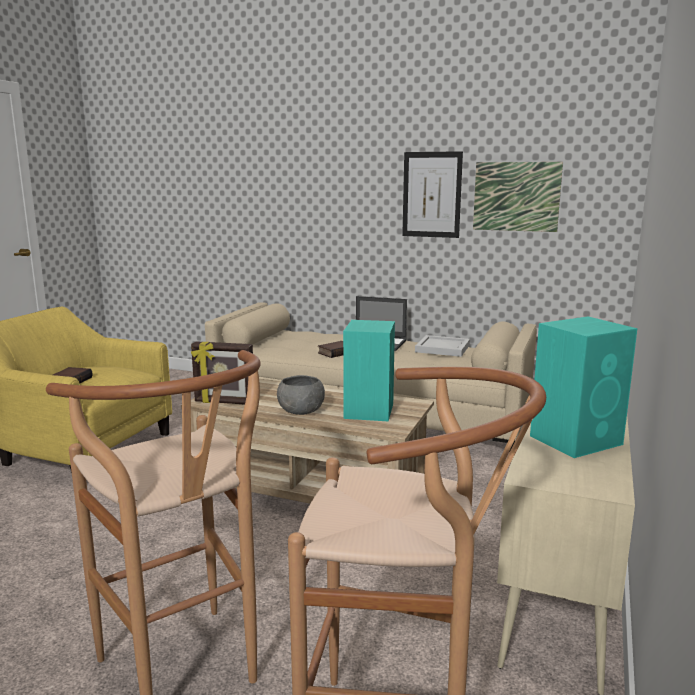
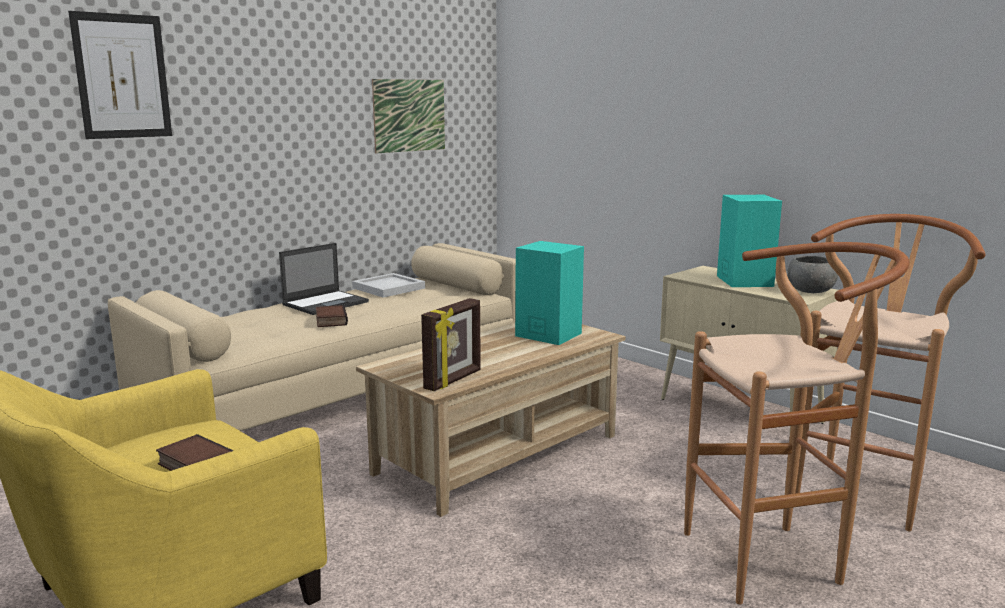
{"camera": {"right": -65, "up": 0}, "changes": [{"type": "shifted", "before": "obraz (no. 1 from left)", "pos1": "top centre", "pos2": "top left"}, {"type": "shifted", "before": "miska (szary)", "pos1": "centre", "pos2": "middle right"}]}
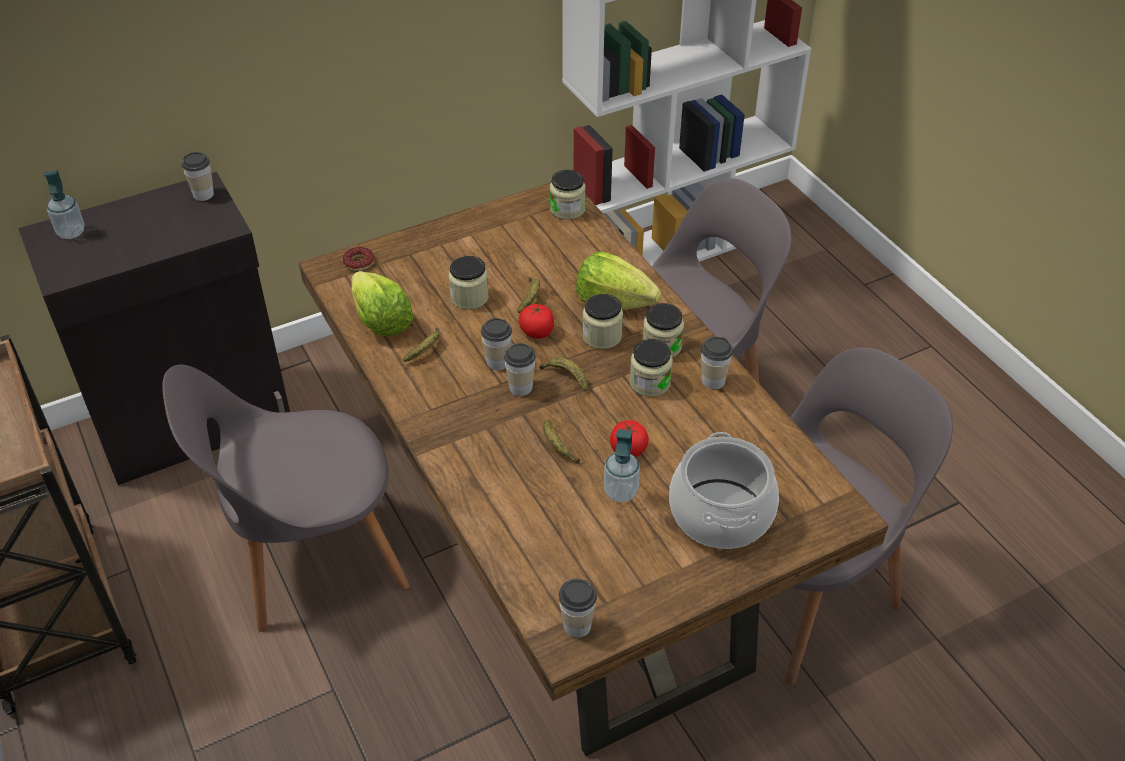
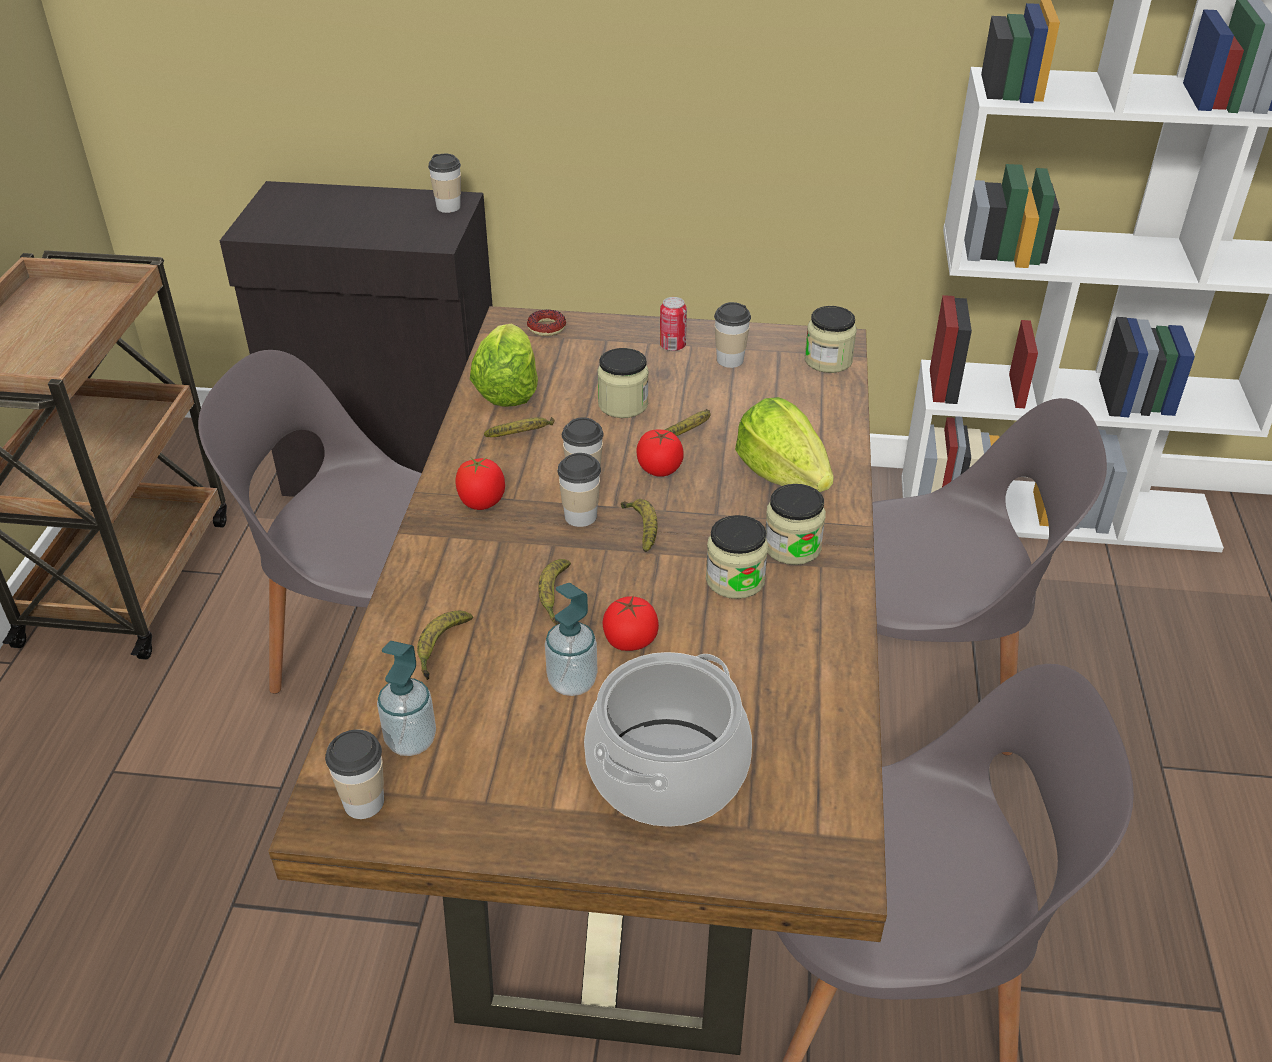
{"camera": {"right": 35, "up": -5}, "changes": [{"type": "shifted", "before": "dozownik mydła (no. 1 from left)", "pos1": "top left", "pos2": "middle left"}, {"type": "new", "after": "banan (no. 1 from left)", "pos2": "centre"}, {"type": "new", "after": "pomidor (no. 1 from left)", "pos2": "centre"}, {"type": "new", "after": "puszka", "pos2": "top centre"}, {"type": "shifted", "before": "filiżanka (no. 5 from left)", "pos1": "centre", "pos2": "top centre"}, {"type": "gone", "before": "słoik (no. 3 from left)", "pos1": "centre"}]}
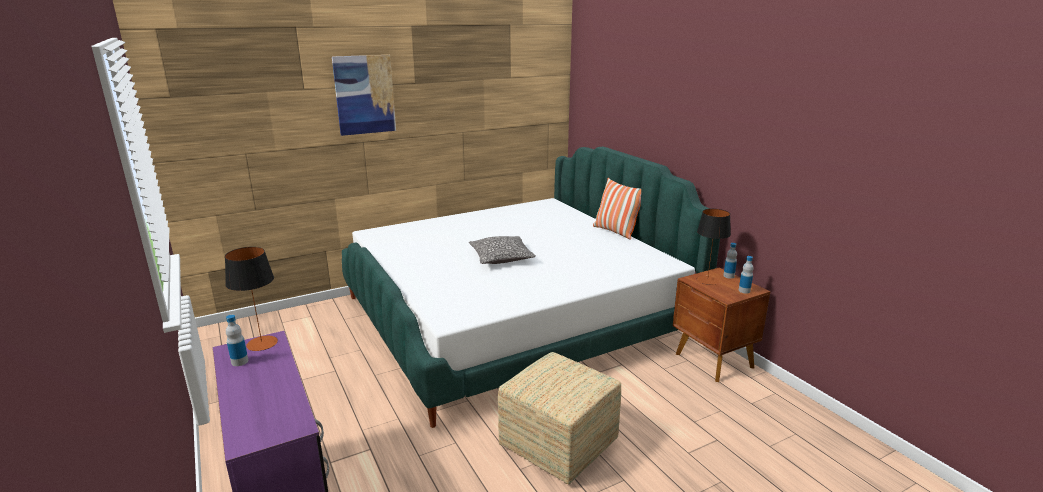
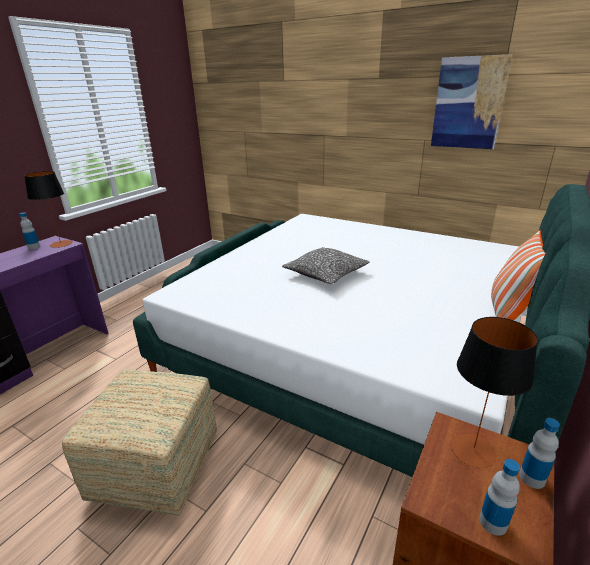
{"camera": {"right": 60, "up": 5}, "changes": [{"type": "shifted", "before": "obraz", "pos1": "top centre", "pos2": "top right"}]}
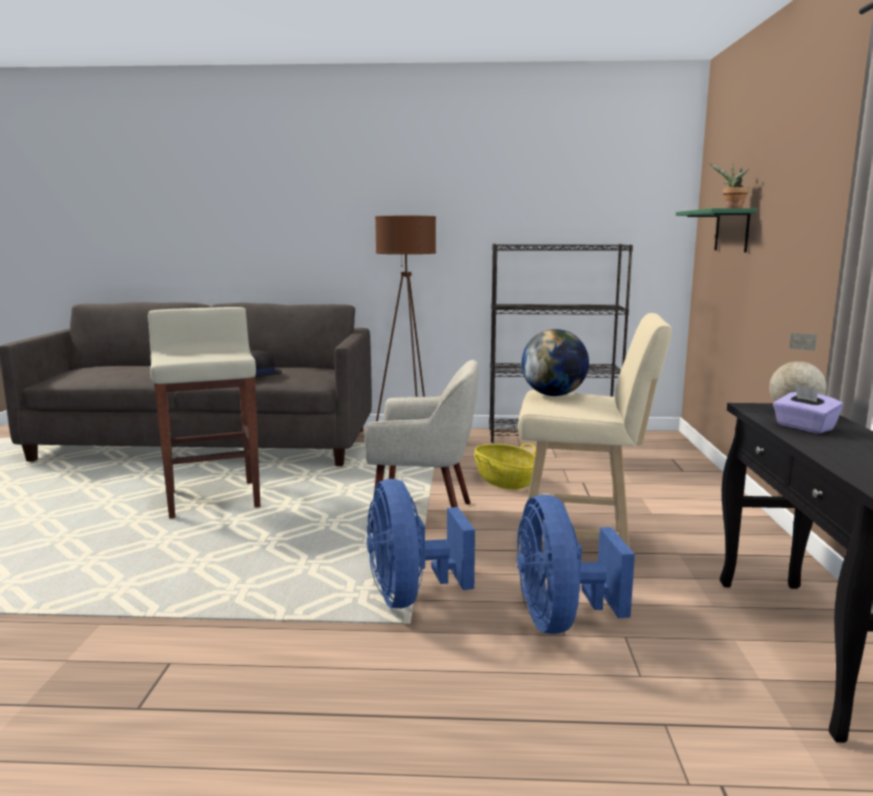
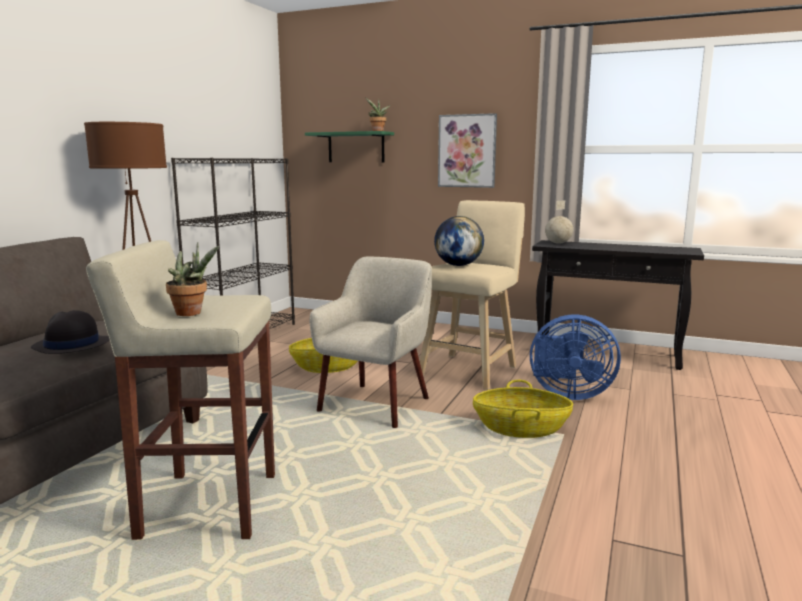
{"camera": {"right": -70, "up": 0}, "changes": [{"type": "new", "after": "roślina doniczkowa (no. 1 from left)", "pos2": "middle left"}, {"type": "new", "after": "obraz", "pos2": "top centre"}, {"type": "swapped", "before": "wentylator (niebieski) (no. 1 from left)", "after": "koszyk (no. 2 from left)", "pos1": "bottom centre", "pos2": "bottom centre"}, {"type": "gone", "before": "pudełko chusteczek (fioletowy)", "pos1": "middle right"}]}
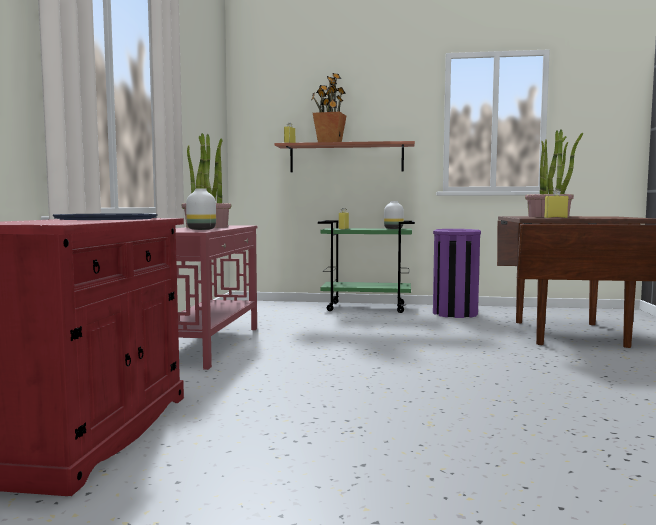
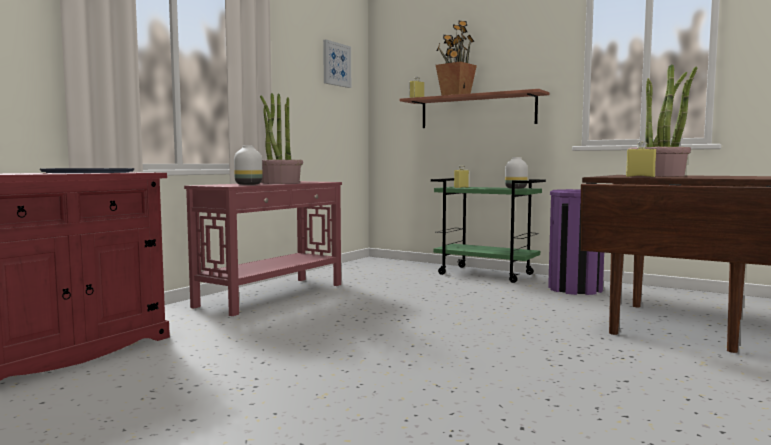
{"camera": {"right": 25, "up": 0}, "changes": [{"type": "new", "after": "obraz", "pos2": "top centre"}]}
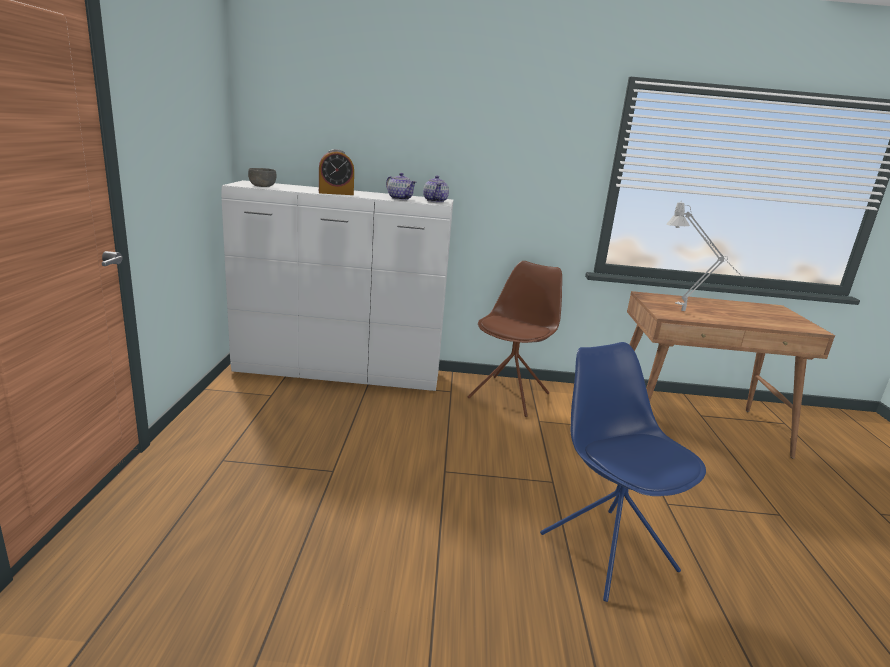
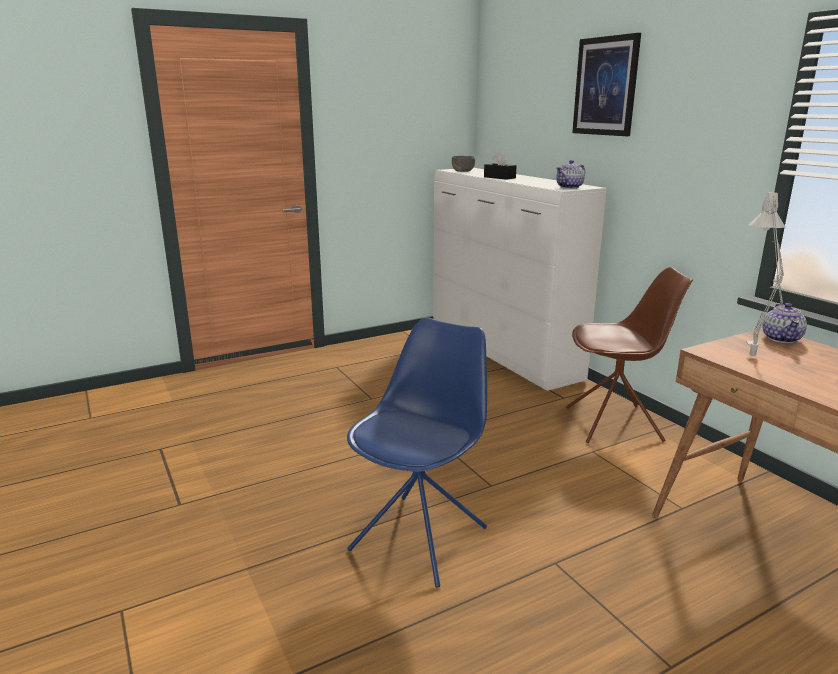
{"camera": {"right": 60, "up": 0}, "changes": [{"type": "swapped", "before": "budzik", "after": "pudełko chusteczek (czarny)", "pos1": "top centre", "pos2": "top centre"}, {"type": "new", "after": "obraz", "pos2": "top right"}, {"type": "shifted", "before": "imbryk (no. 1 from left in the first image)", "after": "imbryk (no. 2 from left)", "pos1": "top centre", "pos2": "middle right"}]}
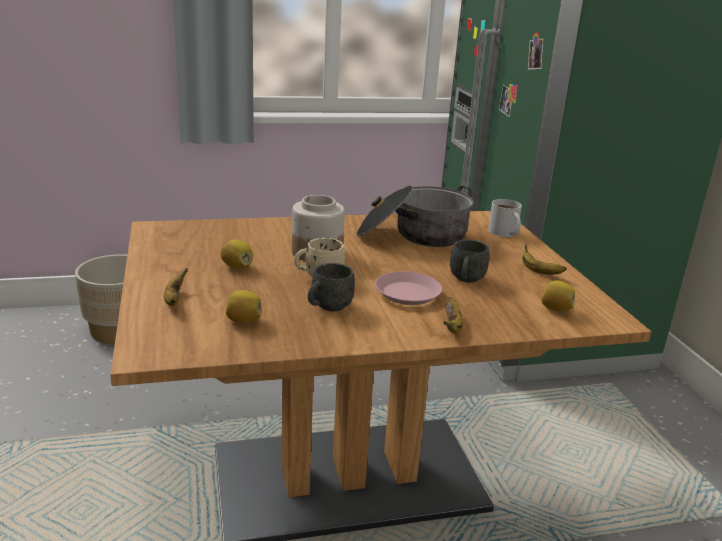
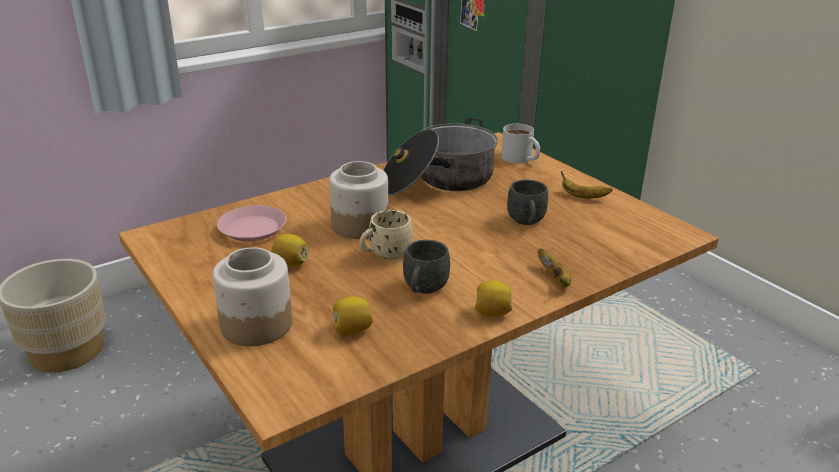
{"camera": {"right": -20, "up": 5}, "changes": [{"type": "swapped", "before": "banan (no. 1 from left)", "after": "słoik (no. 1 from left)", "pos1": "middle left", "pos2": "middle left"}, {"type": "shifted", "before": "talerz (różowy)", "pos1": "centre", "pos2": "middle left"}, {"type": "shifted", "before": "cytryna (no. 3 from left)", "pos1": "middle right", "pos2": "centre"}]}
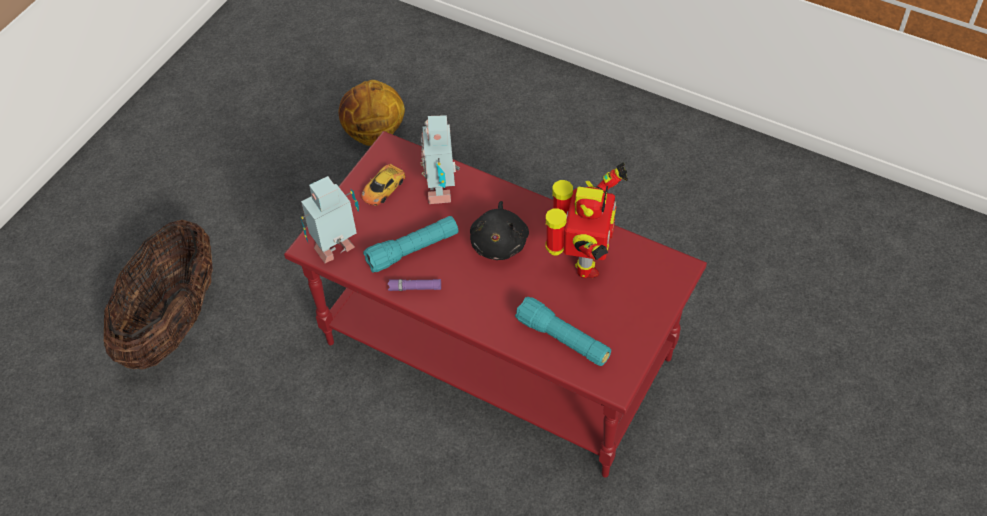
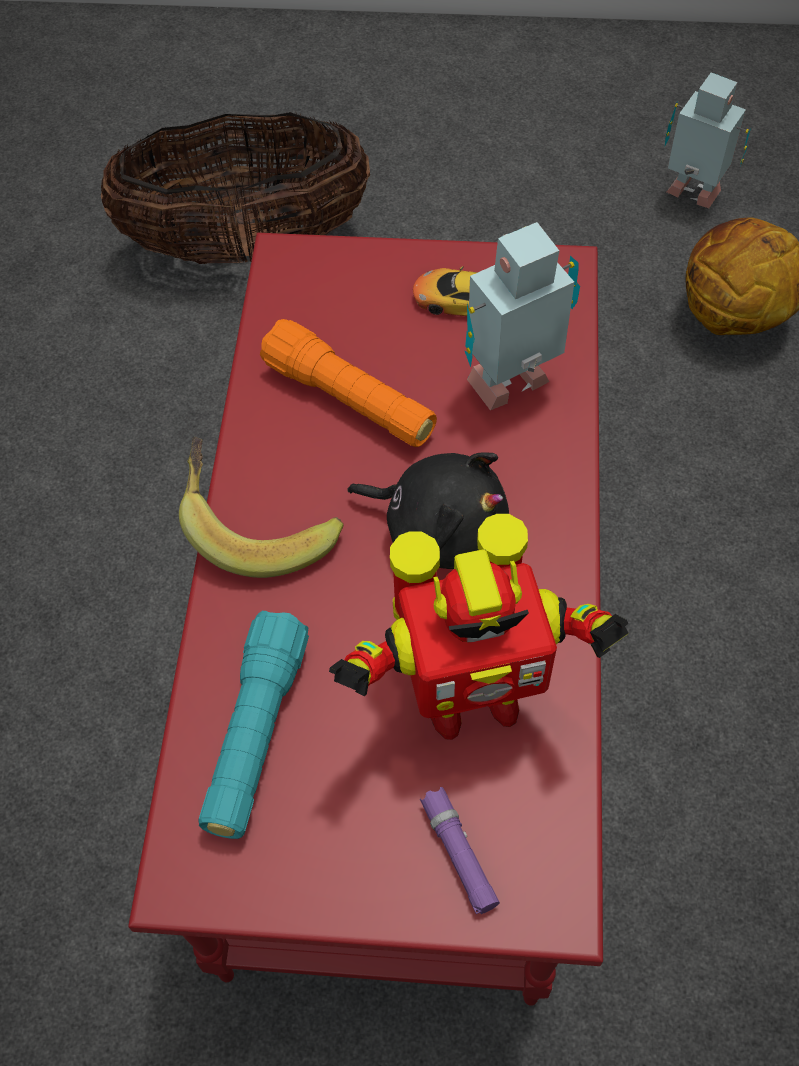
{"camera": {"right": 65, "up": 5}, "changes": [{"type": "new", "after": "banan", "pos2": "middle left"}, {"type": "repainted", "before": "latarka (turkusowy) (no. 1 from left)", "after": "latarka (pomarańczowy)", "pos1": "centre", "pos2": "centre"}, {"type": "rotated", "before": "pluszak (czarny)", "pos1": "centre", "pos2": "centre", "turn": -135}, {"type": "shifted", "before": "latarka (fioletowy)", "pos1": "centre", "pos2": "bottom centre"}, {"type": "shifted", "before": "robot zabawkowy (no. 1 from left in the first image)", "after": "robot zabawkowy (no. 3 from left)", "pos1": "centre", "pos2": "top right"}]}
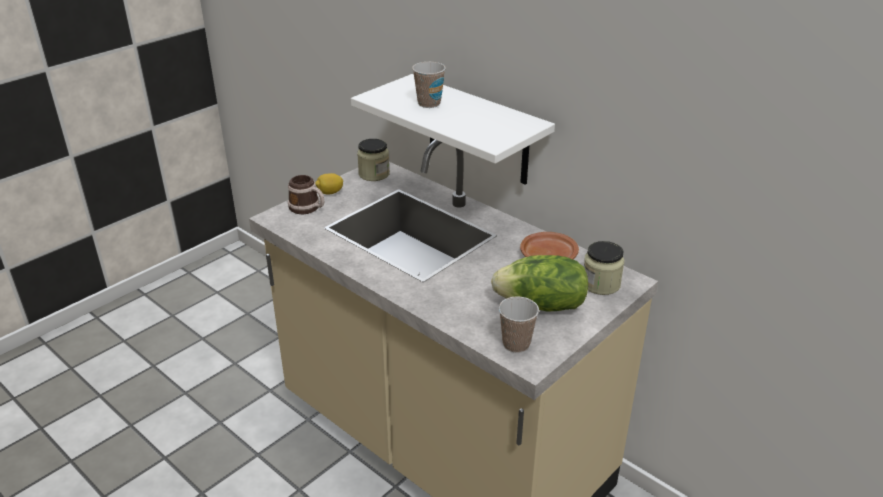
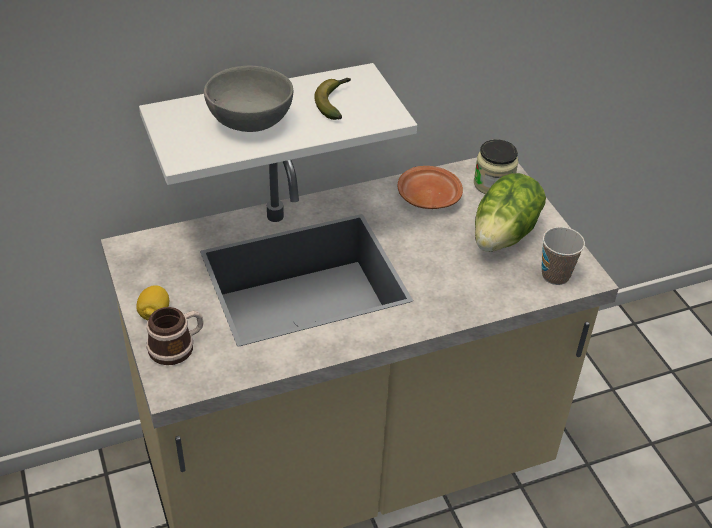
{"camera": {"right": -65, "up": 10}, "changes": [{"type": "swapped", "before": "filiżanka (no. 1 from left)", "after": "miska (szary)", "pos1": "top centre", "pos2": "top centre"}, {"type": "new", "after": "banan", "pos2": "top centre"}, {"type": "gone", "before": "słoik (no. 1 from left)", "pos1": "top centre"}]}
